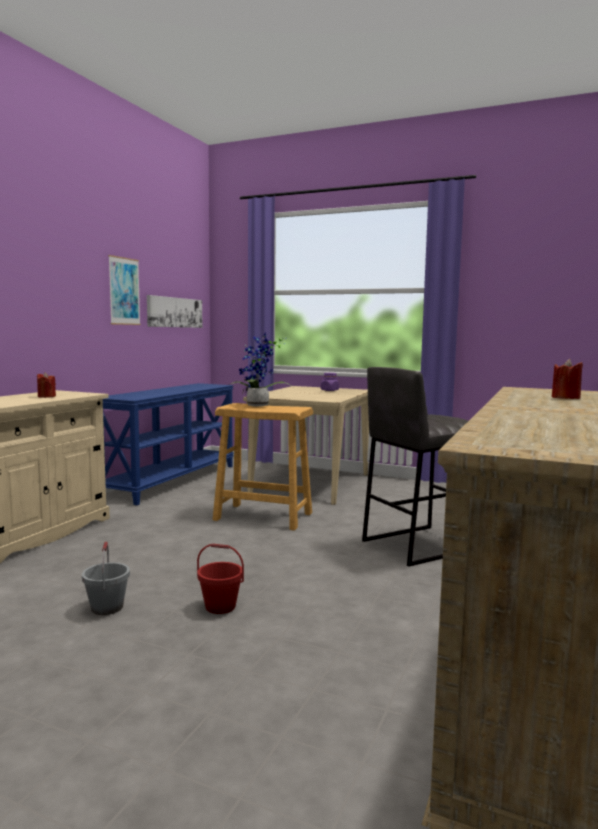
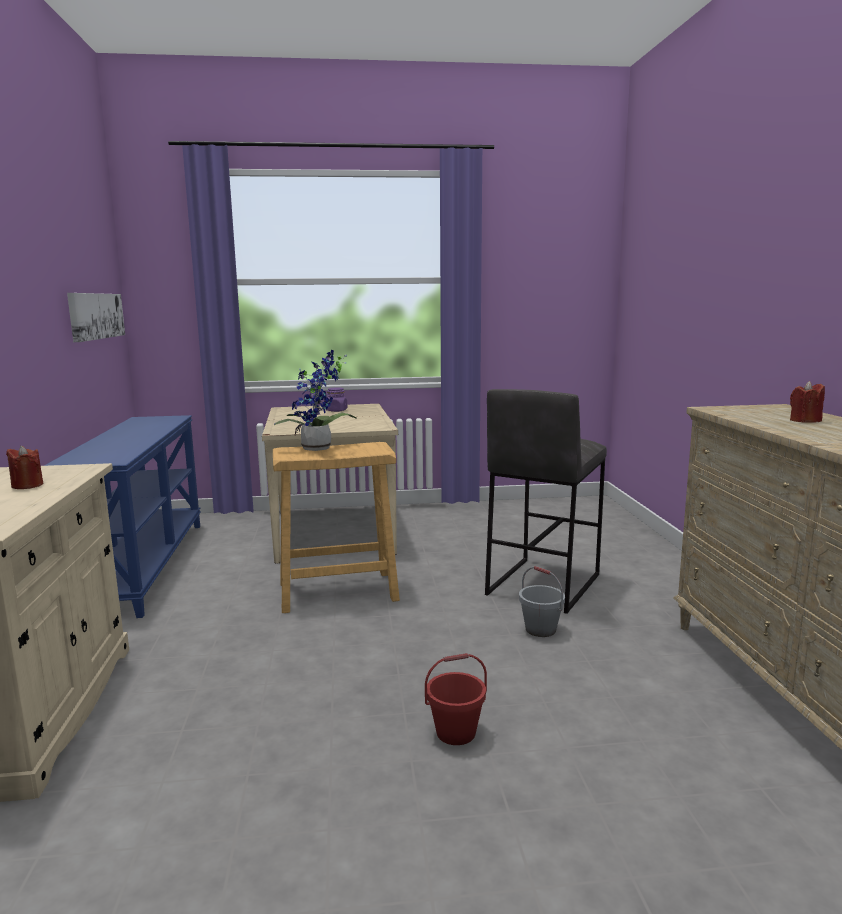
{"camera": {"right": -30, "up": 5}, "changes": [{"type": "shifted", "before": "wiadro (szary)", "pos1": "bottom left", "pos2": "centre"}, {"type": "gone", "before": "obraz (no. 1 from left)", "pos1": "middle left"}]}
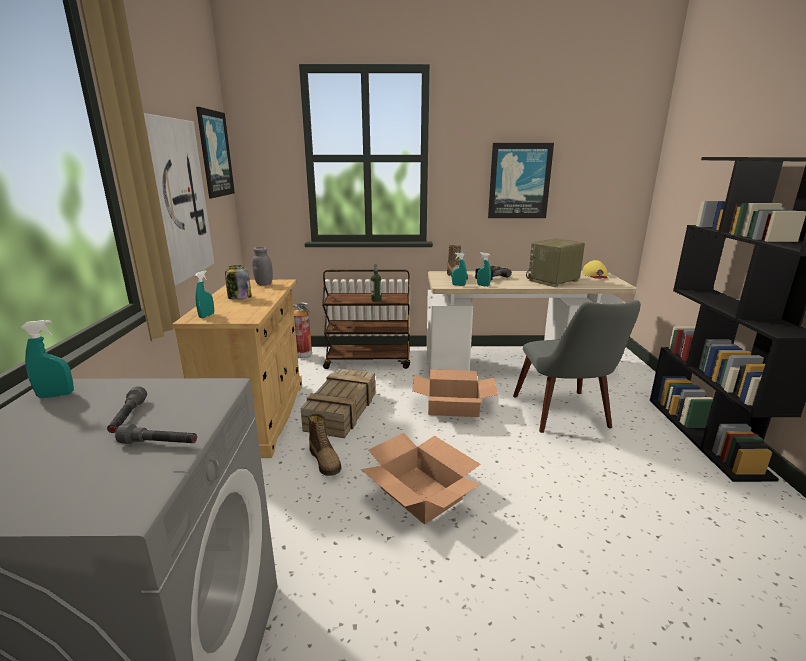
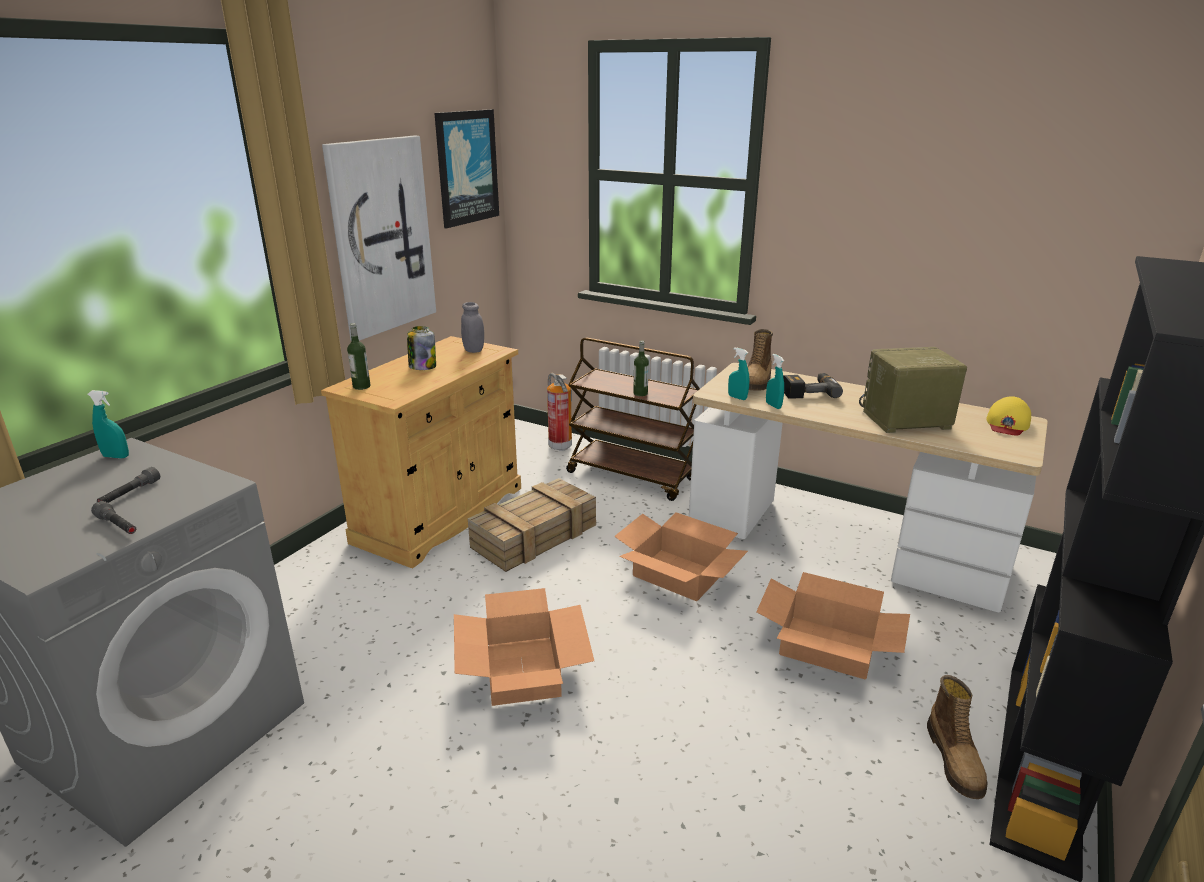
{"camera": {"right": 30, "up": 5}, "changes": [{"type": "swapped", "before": "spryskiwacz (turkusowy) (no. 2 from left)", "after": "butelka (no. 1 from left)", "pos1": "middle left", "pos2": "middle left"}, {"type": "swapped", "before": "krzesło (szary)", "after": "karton (no. 3 from left)", "pos1": "middle right", "pos2": "bottom right"}, {"type": "shifted", "before": "but z cholewką (no. 1 from left in the first image)", "after": "but z cholewką (no. 2 from left)", "pos1": "bottom centre", "pos2": "bottom right"}, {"type": "gone", "before": "obraz (no. 3 from left)", "pos1": "top centre"}]}
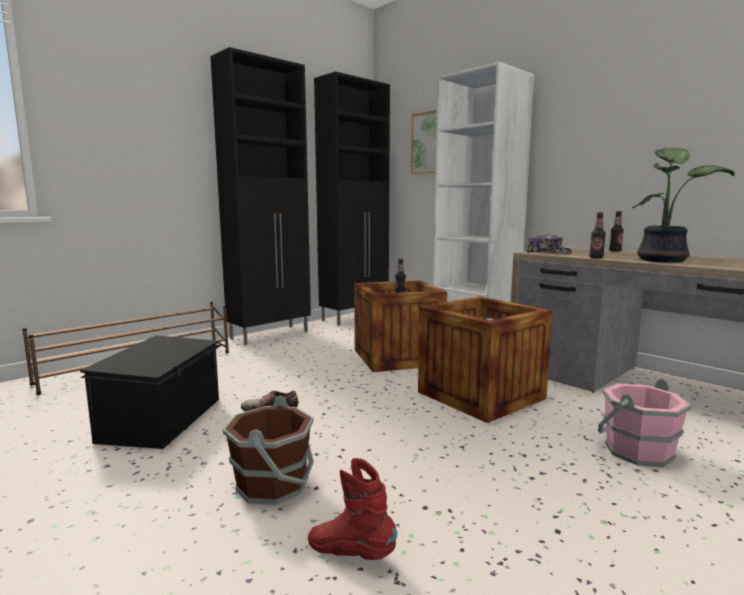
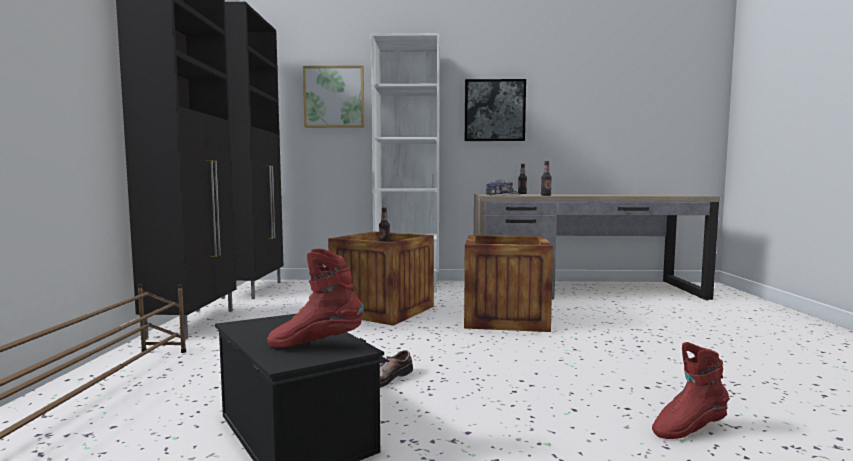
{"camera": {"right": -45, "up": -5}, "changes": [{"type": "new", "after": "but z cholewką (czerwony) (no. 1 from left)", "pos2": "centre"}, {"type": "new", "after": "obraz (no. 2 from left)", "pos2": "top centre"}, {"type": "gone", "before": "wiadro (brązowy)", "pos1": "bottom centre"}, {"type": "gone", "before": "wiadro (różowy)", "pos1": "bottom right"}, {"type": "gone", "before": "roślina doniczkowa", "pos1": "middle right"}]}
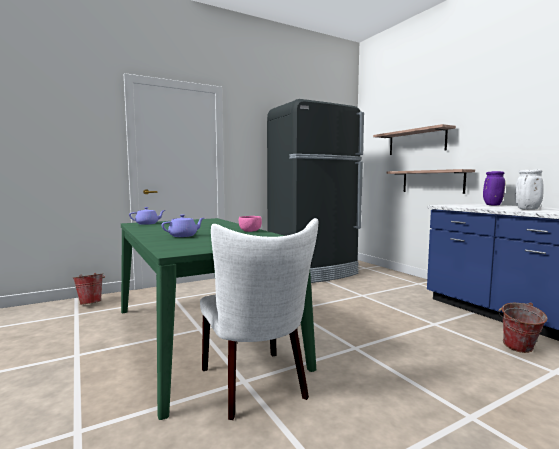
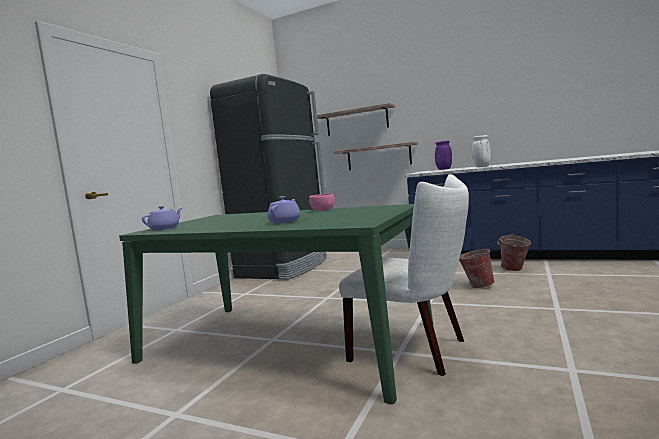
{"camera": {"right": -35, "up": 0}, "changes": [{"type": "shifted", "before": "wiadro (no. 1 from left)", "pos1": "middle left", "pos2": "middle right"}]}
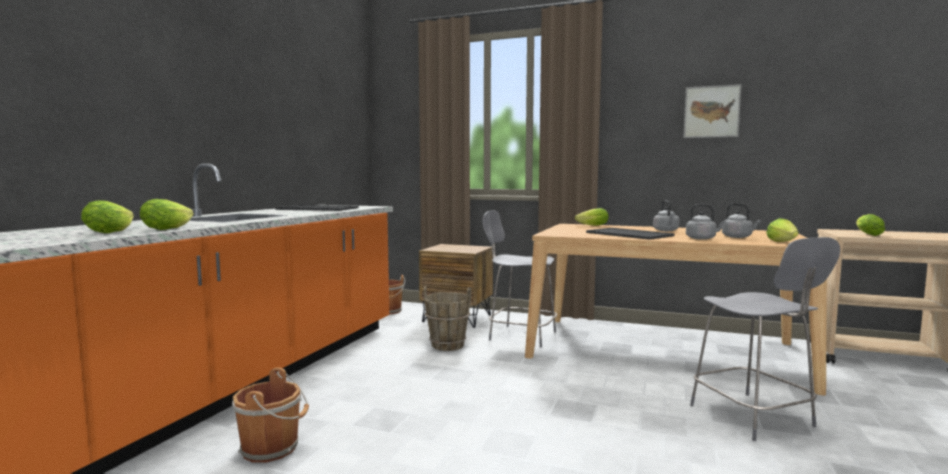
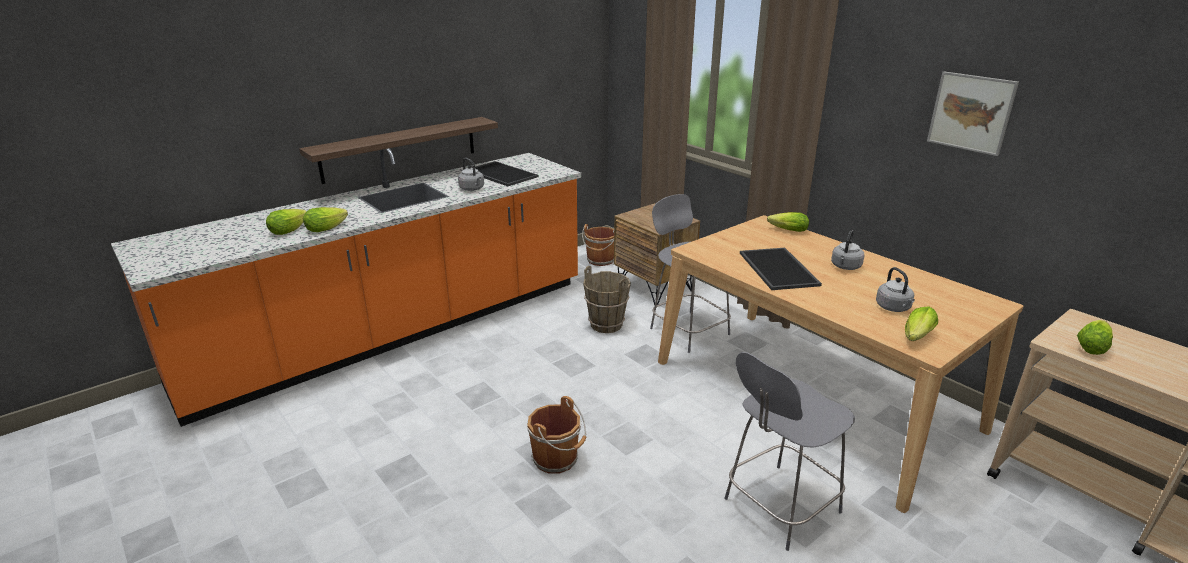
{"camera": {"right": 30, "up": 20}, "changes": [{"type": "new", "after": "półka", "pos2": "top centre"}, {"type": "shifted", "before": "czajnik (szary) (no. 2 from left in the first image)", "after": "czajnik (szary) (no. 1 from left)", "pos1": "middle right", "pos2": "top centre"}, {"type": "shifted", "before": "wiadro (brązowy) (no. 1 from left)", "pos1": "bottom left", "pos2": "bottom centre"}, {"type": "rotated", "before": "krzesło (szary) (no. 2 from left)", "pos1": "bottom right", "pos2": "bottom centre", "turn": 45}]}
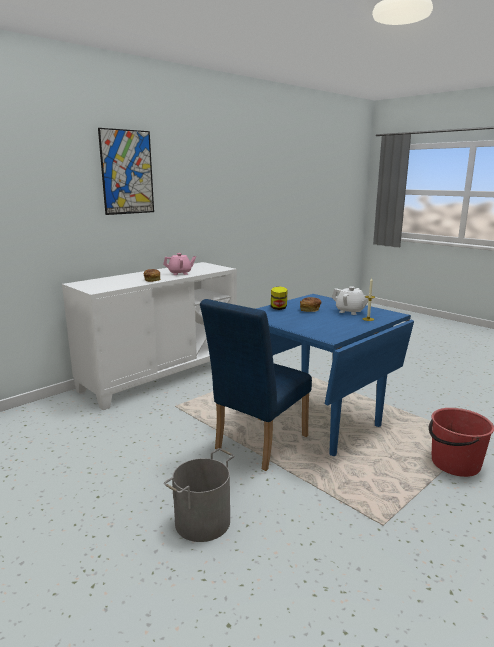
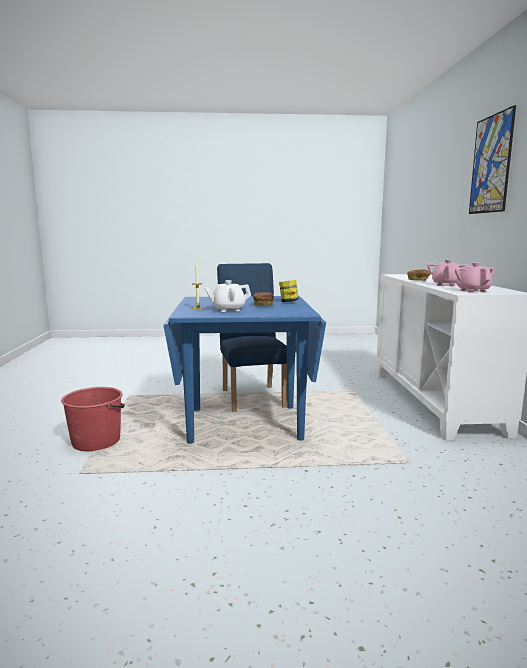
{"camera": {"right": 130, "up": -5}, "changes": [{"type": "new", "after": "imbryk (różowy) (no. 2 from left)", "pos2": "middle right"}, {"type": "gone", "before": "wiadro (szary)", "pos1": "bottom centre"}]}
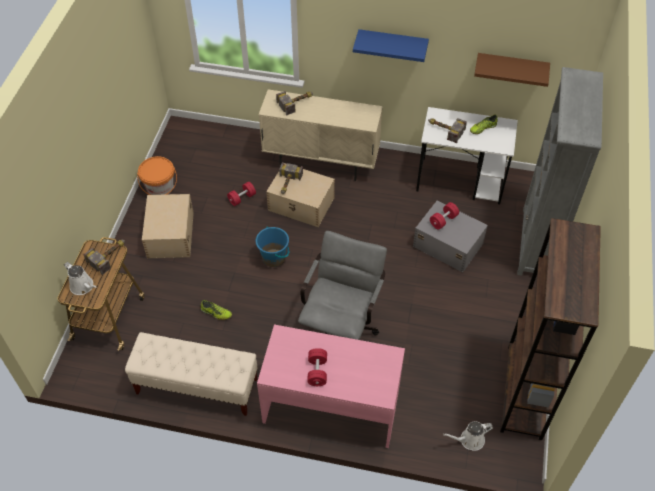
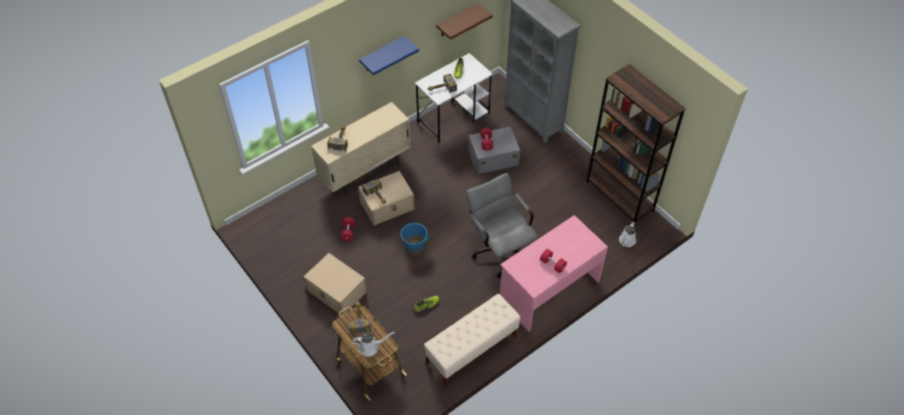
{"camera": {"right": -50, "up": 0}, "changes": [{"type": "gone", "before": "wiadro (pomarańczowy)", "pos1": "middle left"}]}
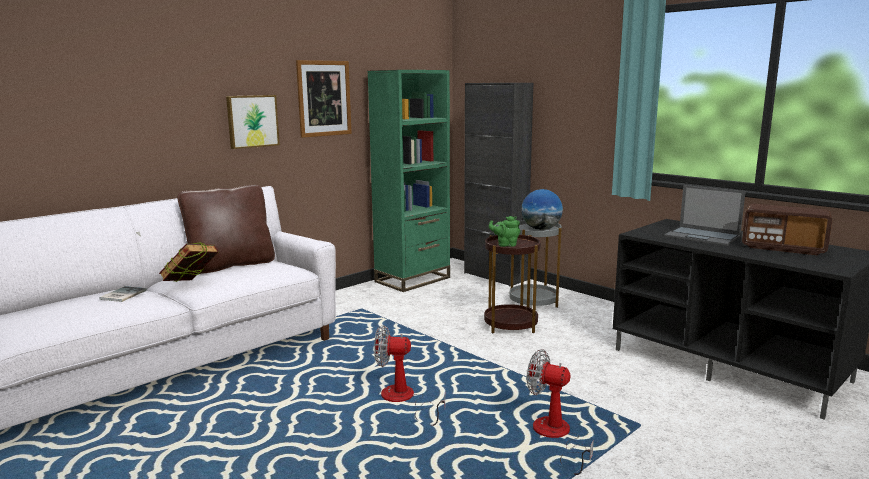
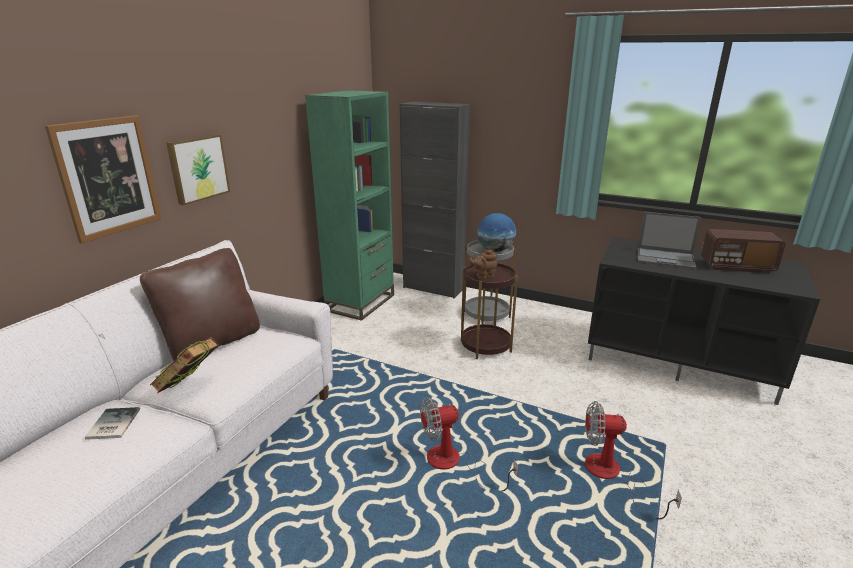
{"camera": {"right": -20, "up": 10}, "changes": [{"type": "shifted", "before": "obraz (no. 2 from left in the first image)", "after": "obraz (no. 1 from left)", "pos1": "top centre", "pos2": "top left"}, {"type": "repainted", "before": "imbryk (zielony)", "after": "imbryk (brązowy)", "pos1": "centre", "pos2": "centre"}]}
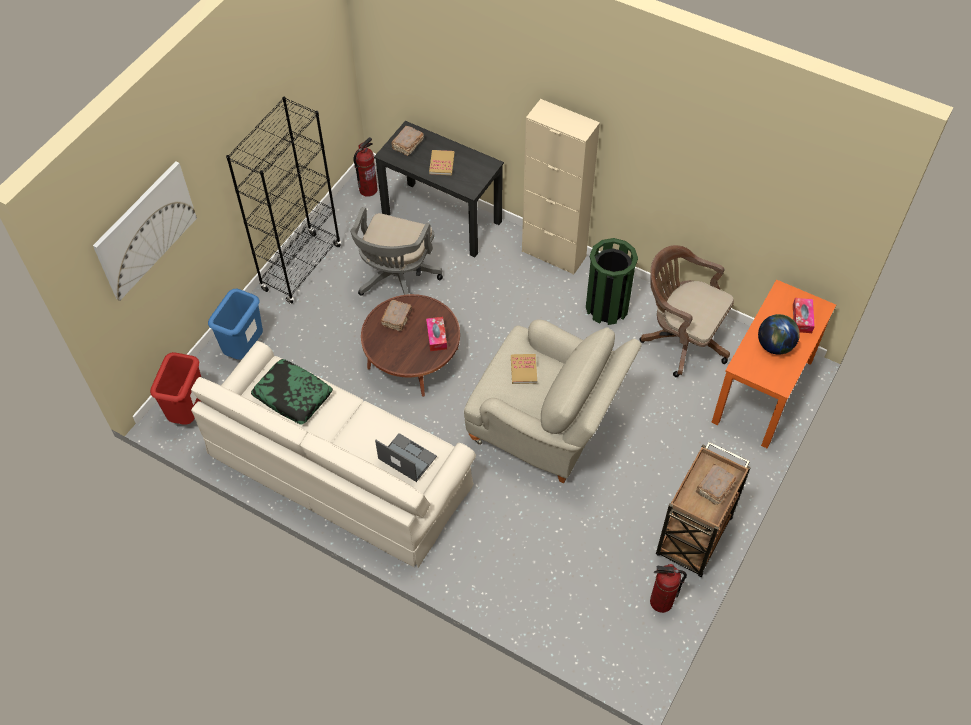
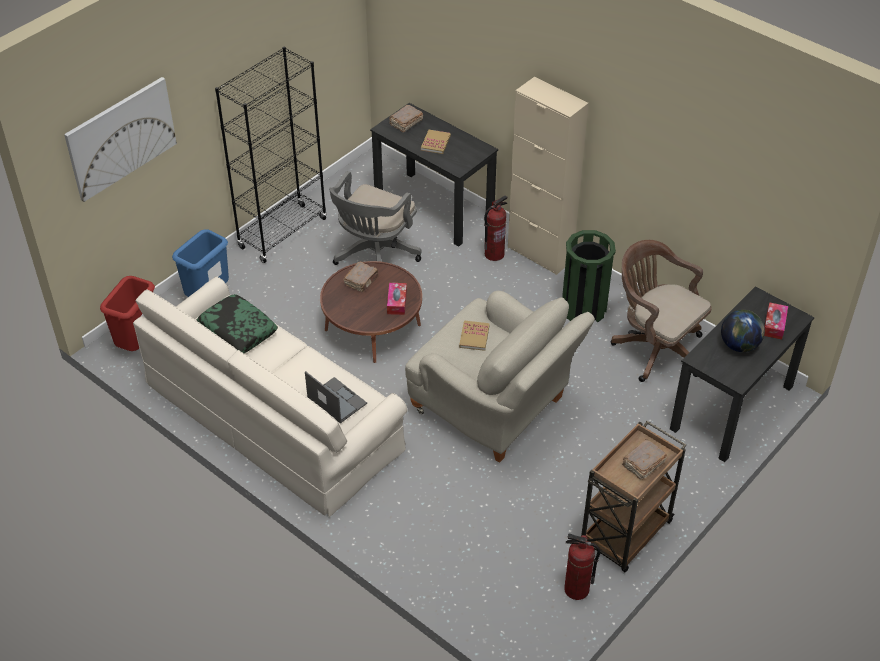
{"camera": {"right": 10, "up": -10}, "changes": [{"type": "shifted", "before": "gaśnica (no. 1 from left)", "pos1": "top centre", "pos2": "centre"}, {"type": "repainted", "before": "biurko (pomarańczowy)", "after": "biurko (czarny) (no. 2 from left)", "pos1": "middle right", "pos2": "middle right"}]}
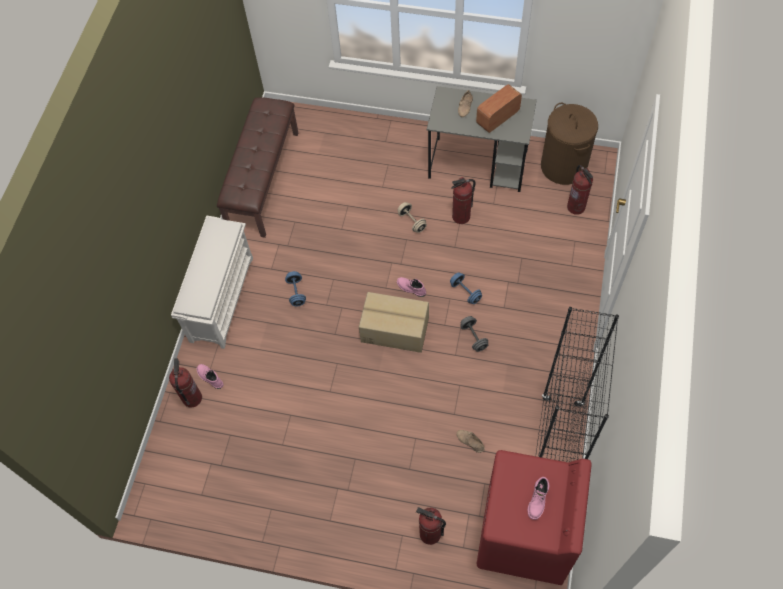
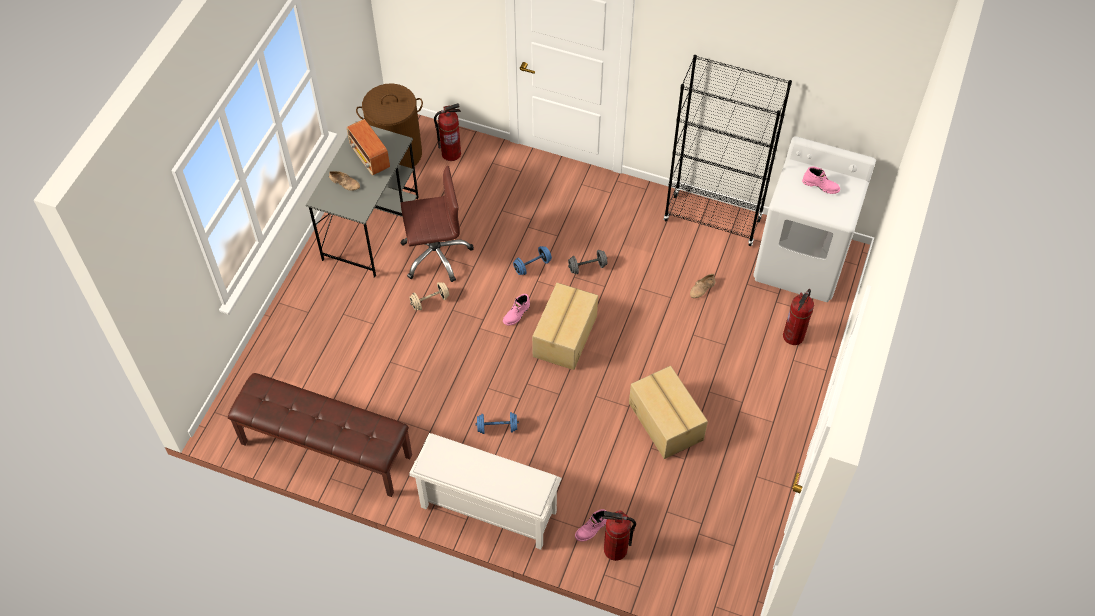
{"camera": {"right": -85, "up": -5}, "changes": [{"type": "swapped", "before": "gaśnica (no. 3 from left)", "after": "krzesło biurowe (brązowy)", "pos1": "centre", "pos2": "centre"}, {"type": "new", "after": "karton (no. 2 from left)", "pos2": "bottom centre"}, {"type": "repainted", "before": "pralka (czerwony)", "after": "pralka (biały)", "pos1": "bottom right", "pos2": "middle right"}]}
